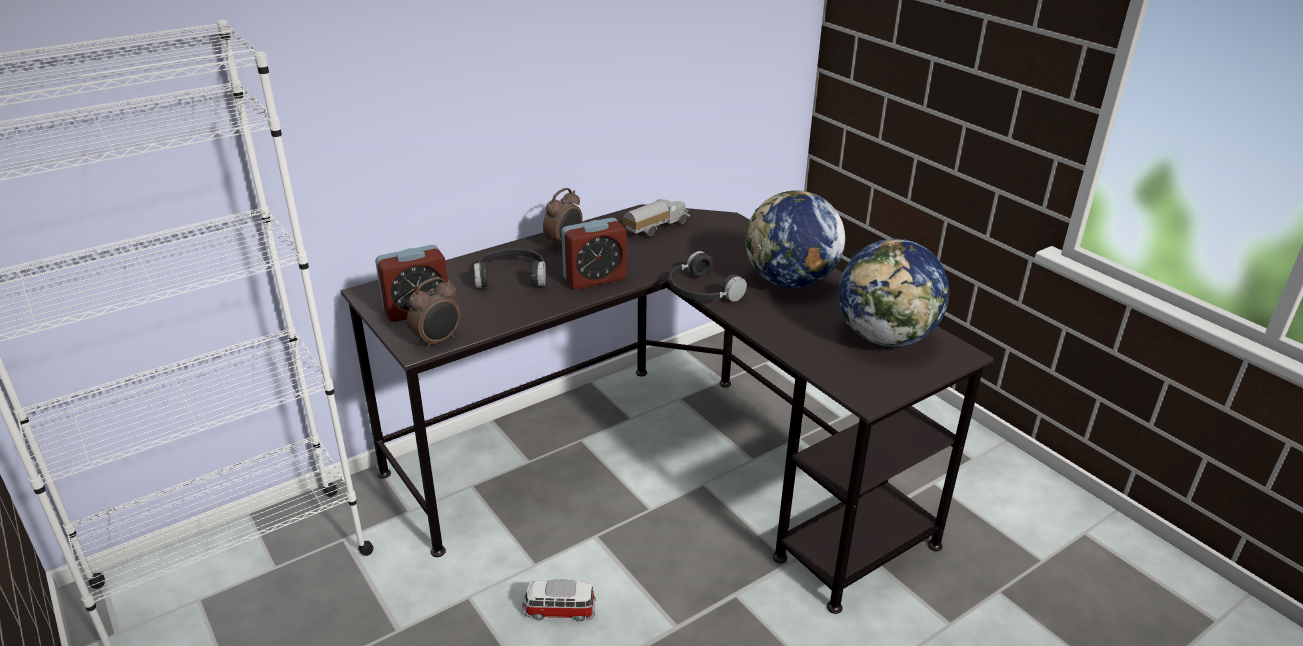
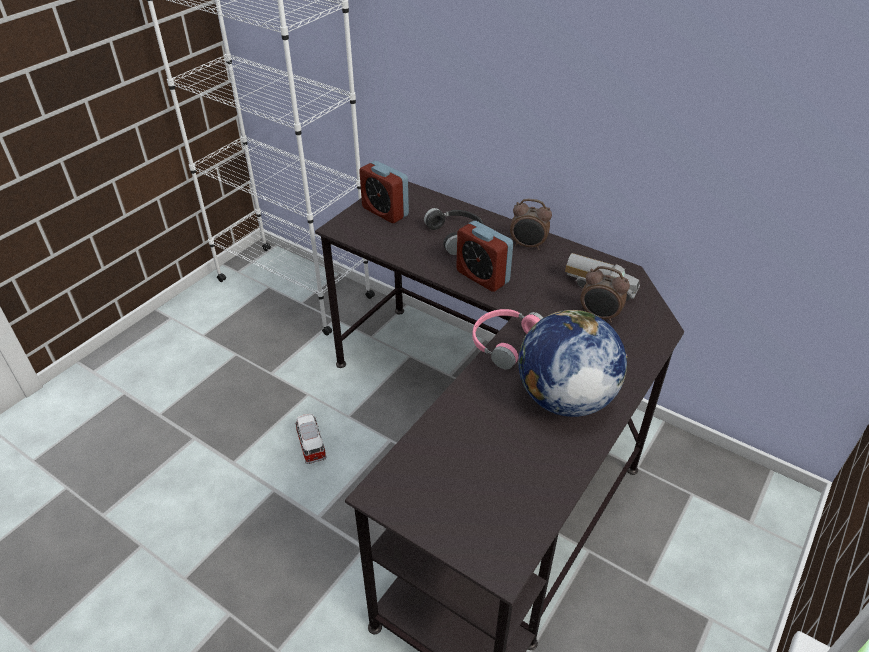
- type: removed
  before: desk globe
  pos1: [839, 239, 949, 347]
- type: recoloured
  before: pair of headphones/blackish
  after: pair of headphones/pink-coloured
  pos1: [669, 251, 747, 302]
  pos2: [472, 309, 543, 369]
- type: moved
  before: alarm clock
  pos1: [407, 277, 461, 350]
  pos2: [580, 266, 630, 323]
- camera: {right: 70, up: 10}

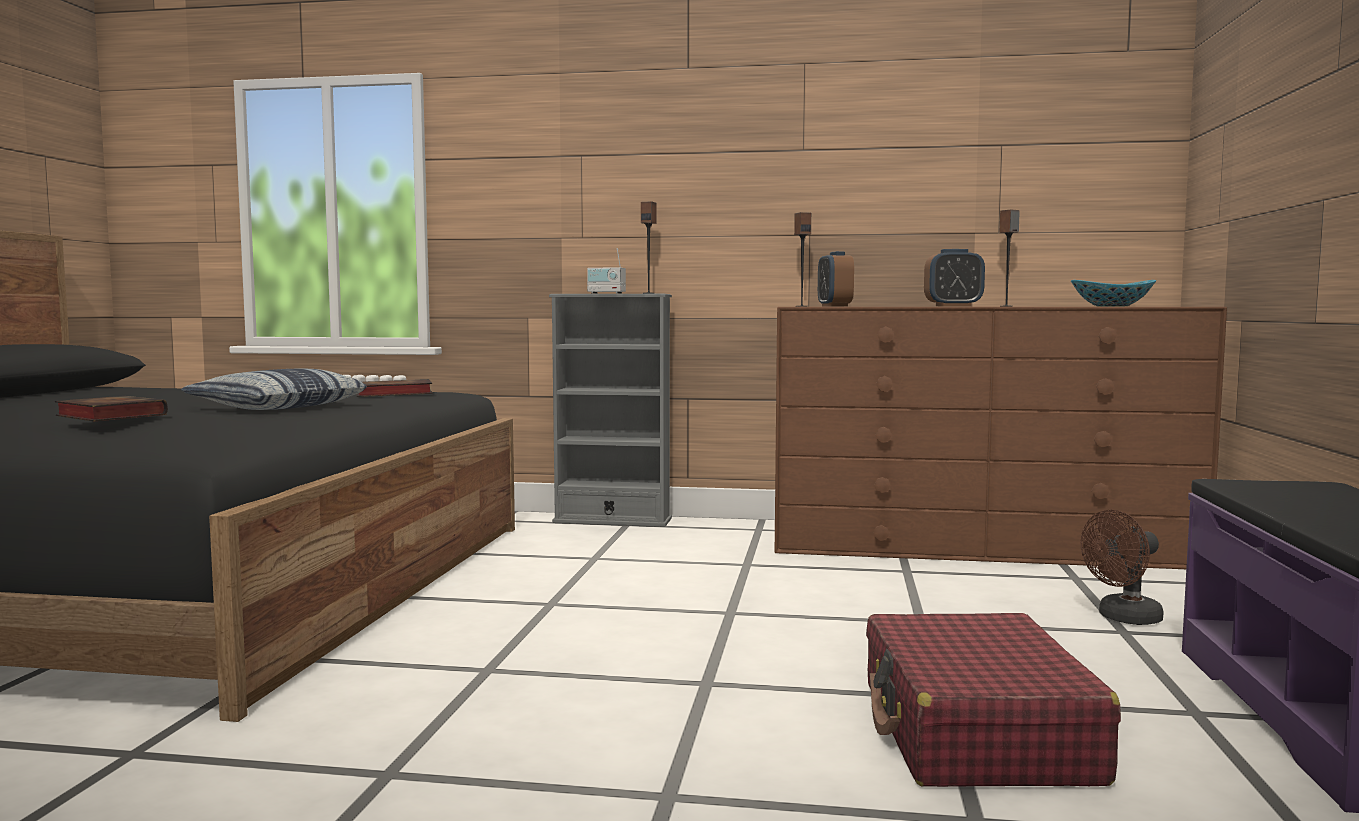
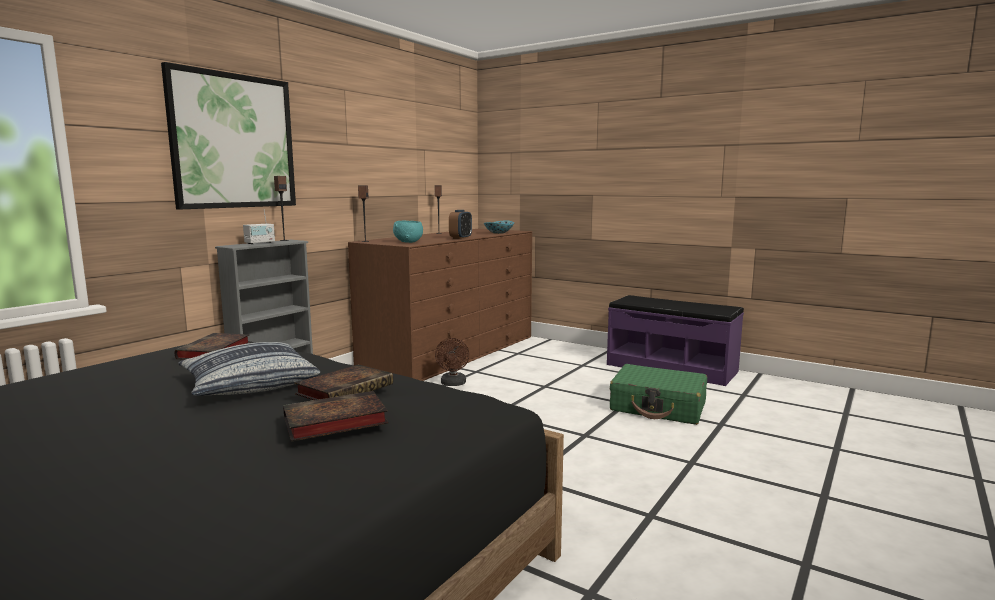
- type: replaced
  before: alarm clock
  after: deep dish/turquoise-coloured
  pos1: [818, 251, 854, 306]
  pos2: [393, 221, 423, 243]
- type: moved
  before: cooling fan/brown
  pos1: [1081, 510, 1164, 625]
  pos2: [435, 338, 469, 386]
- type: recoloured
  before: piece of luggage/reddish
  after: piece of luggage/greenish
  pos1: [866, 613, 1121, 787]
  pos2: [610, 364, 707, 425]
- type: added
  after: picture
  pos2: [161, 62, 296, 209]
- type: added
  after: book
  pos2: [294, 364, 393, 400]
- camera: {right: -65, up: 5}

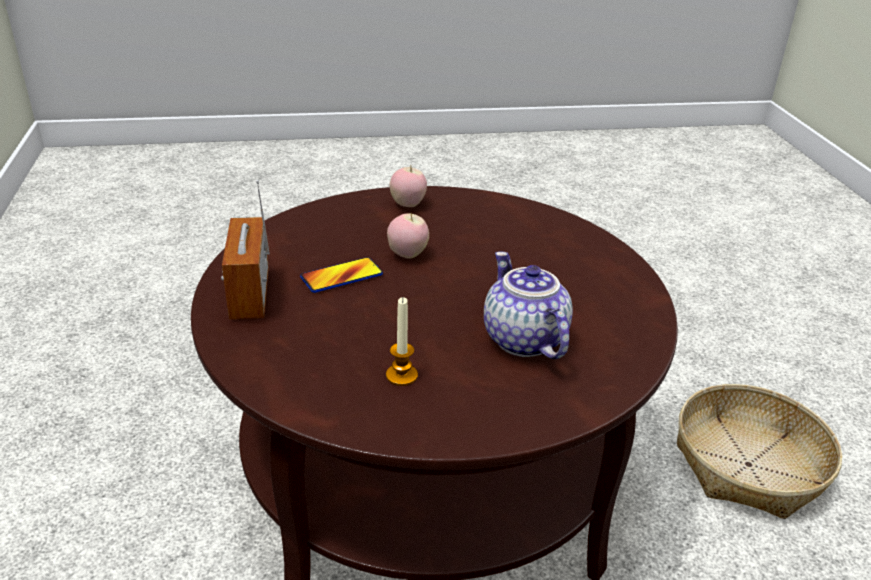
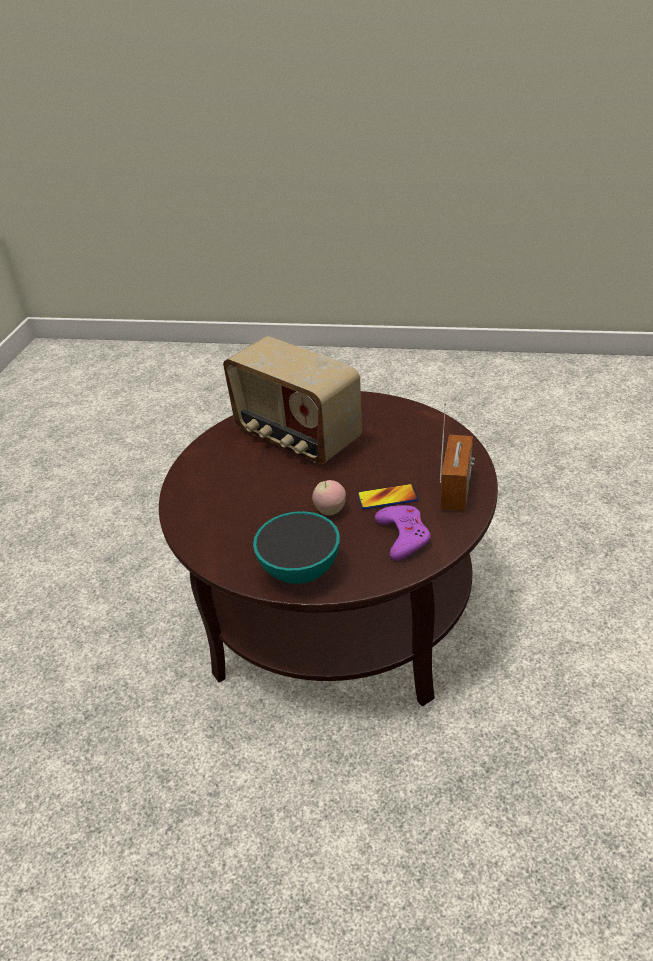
- type: replaced
  before: apple
  after: deep dish
  pos1: [389, 166, 427, 207]
  pos2: [253, 511, 340, 584]
- type: replaced
  before: tea pot
  after: radio set
  pos1: [484, 251, 573, 359]
  pos2: [223, 336, 362, 464]
- type: removed
  before: wax candle
  pos1: [386, 297, 418, 386]
- type: removed
  before: basket
  pos1: [677, 384, 842, 519]
- type: added
  after: gamepad/purple
  pos2: [375, 505, 430, 561]
- camera: {right: -155, up: 5}

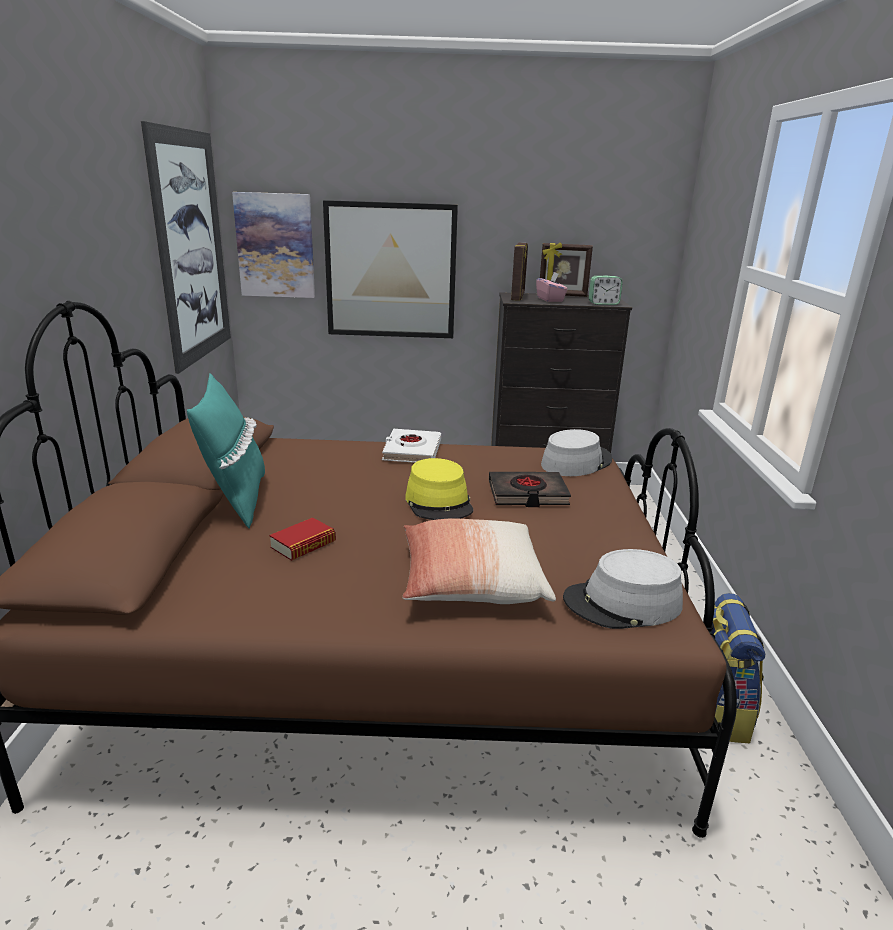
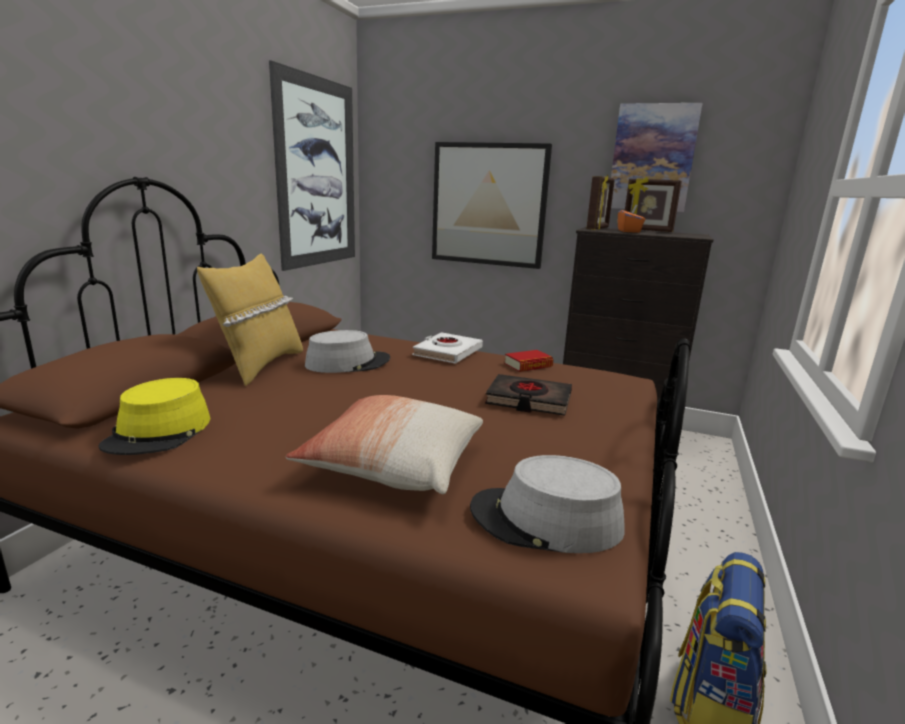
- type: moved
  before: picture
  pos1: [232, 192, 315, 298]
  pos2: [611, 103, 703, 212]
- type: recoloured
  before: tissue holder/pink-coloured
  after: tissue holder/orange
  pos1: [536, 272, 568, 302]
  pos2: [618, 205, 645, 233]
- type: removed
  before: alarm clock
  pos1: [589, 276, 623, 305]
- type: recoloured
  before: cushion/turquoise-coloured
  after: cushion/yellow-coloured
  pos1: [187, 373, 265, 528]
  pos2: [197, 254, 303, 386]
- type: moved
  before: hat/gray
  pos1: [541, 429, 612, 476]
  pos2: [305, 330, 390, 373]
- type: moved
  before: hat/yellow-coloured
  pos1: [405, 458, 473, 520]
  pos2: [99, 378, 210, 455]
- type: moved
  before: book
  pos1: [269, 518, 336, 561]
  pos2: [505, 350, 553, 372]
- camera: {right: 20, up: -5}

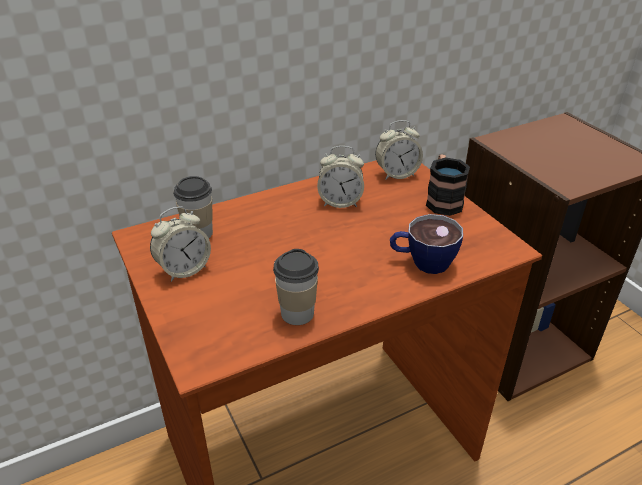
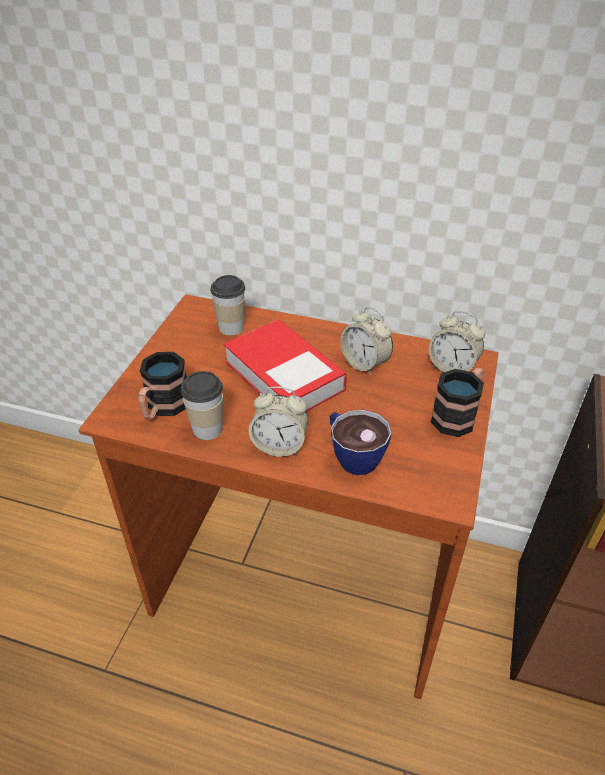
- type: moved
  before: alarm clock
  pos1: [150, 206, 211, 282]
  pos2: [248, 387, 308, 457]
- type: added
  after: book
  pos2: [224, 320, 347, 412]
- type: added
  after: mug
  pos2: [138, 352, 187, 420]
- camera: {right: 45, up: 5}

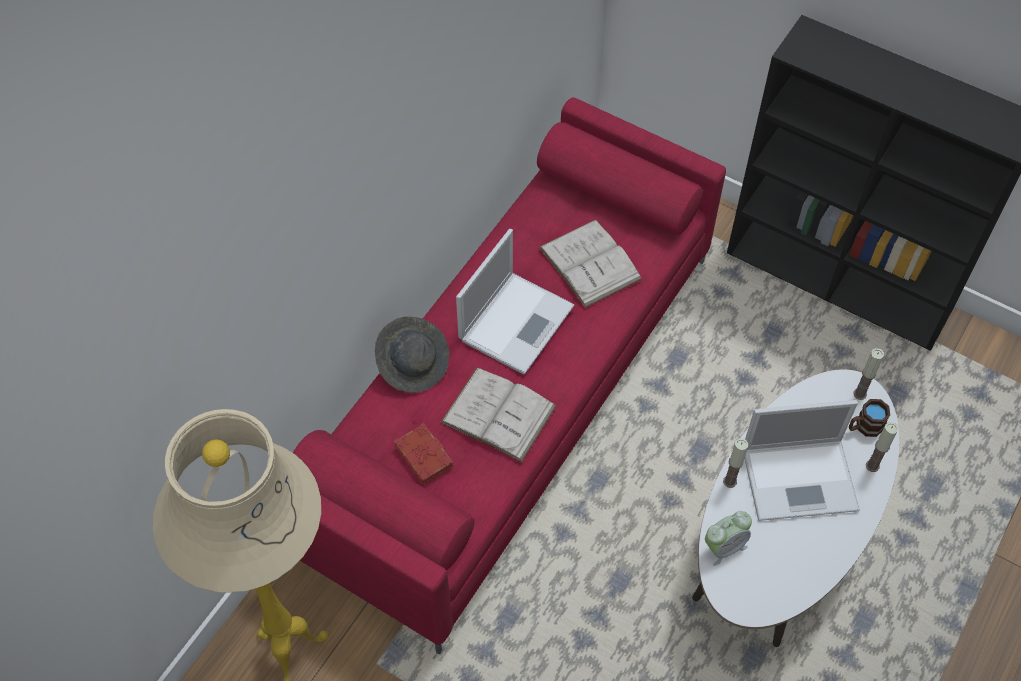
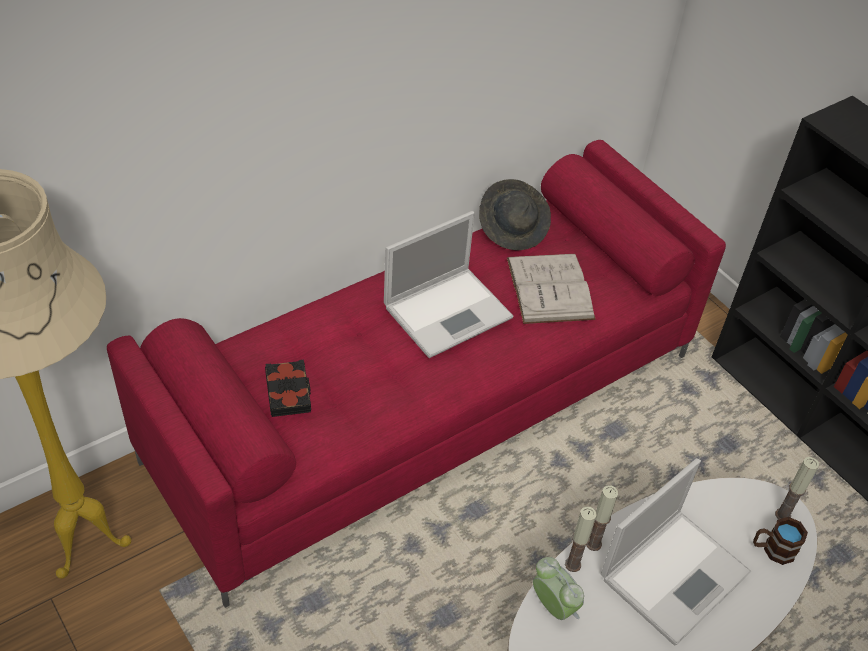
- type: moved
  before: hat/gray
  pos1: [375, 316, 449, 393]
  pos2: [479, 179, 551, 251]
- type: removed
  before: book/white-coloured
  pos1: [441, 368, 557, 462]
- type: turned
  before: notebook computer
  pos1: [744, 400, 860, 521]
  pos2: [601, 458, 751, 645]
  turn: -60
- type: moved
  before: wax candle
  pos1: [866, 422, 898, 472]
  pos2: [565, 507, 597, 572]
- type: recoloured
  before: book/reddish
  after: book/blackish
  pos1: [394, 423, 453, 485]
  pos2: [265, 360, 311, 417]
- type: turned
  before: alarm clock
  pos1: [705, 511, 752, 566]
  pos2: [533, 557, 584, 620]
  turn: -120
- camera: {right: 20, up: -10}

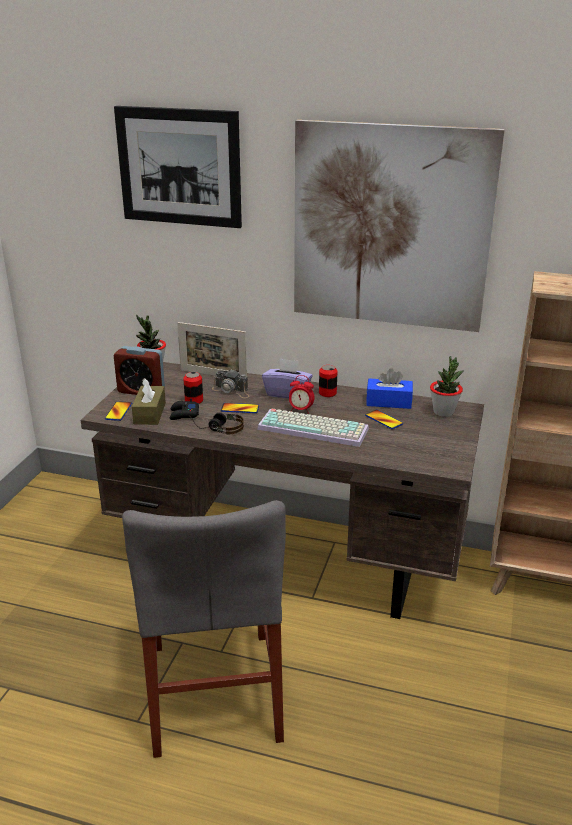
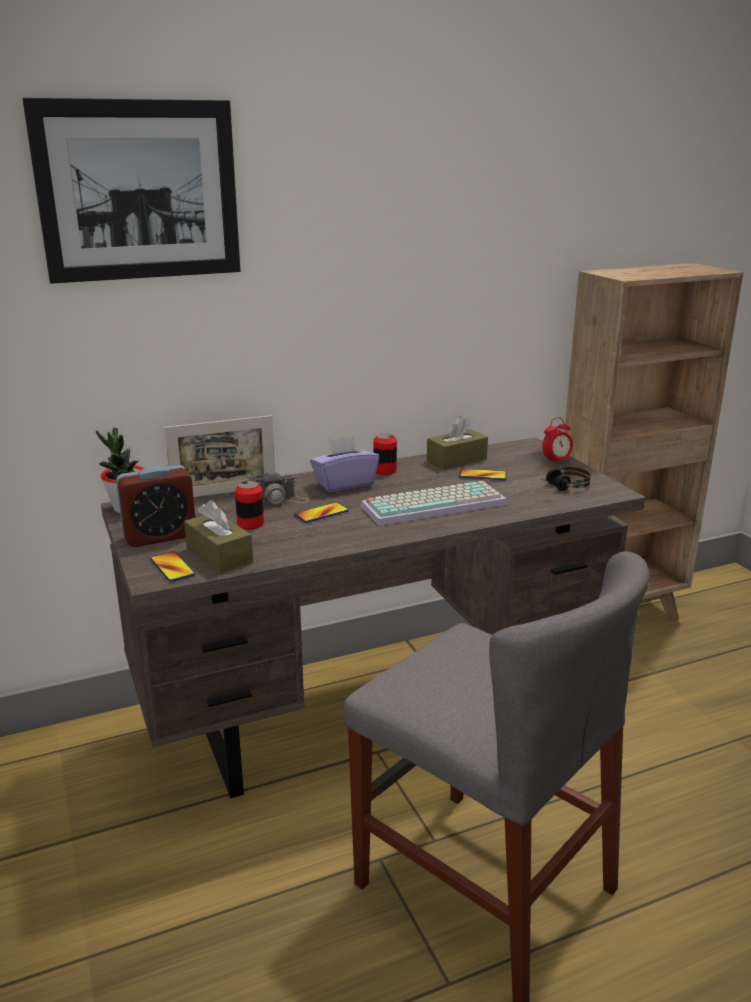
- type: removed
  before: picture
  pos1: [294, 120, 505, 332]
- type: removed
  before: plant in a pot
  pos1: [430, 356, 463, 417]
- type: recoloured
  before: tissue holder/blue
  after: tissue holder/brown
  pos1: [366, 368, 413, 409]
  pos2: [427, 416, 488, 469]
- type: moved
  before: alarm clock
  pos1: [289, 375, 315, 414]
  pos2: [542, 417, 573, 465]
- type: removed
  before: gamepad/blackish
  pos1: [170, 399, 199, 420]
- type: moved
  before: pair of headphones
  pos1: [189, 413, 244, 434]
  pos2: [541, 466, 591, 491]
- camera: {right: -40, up: -5}

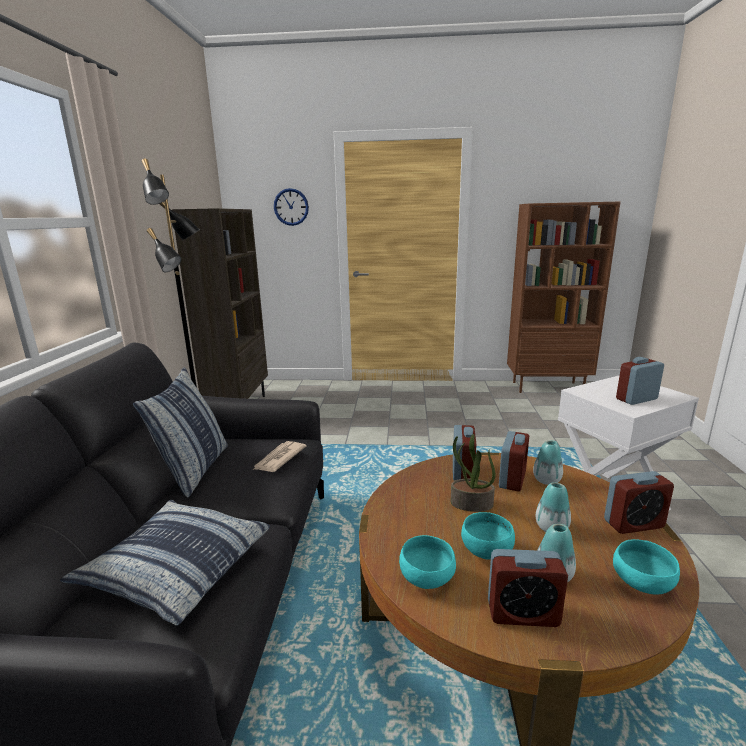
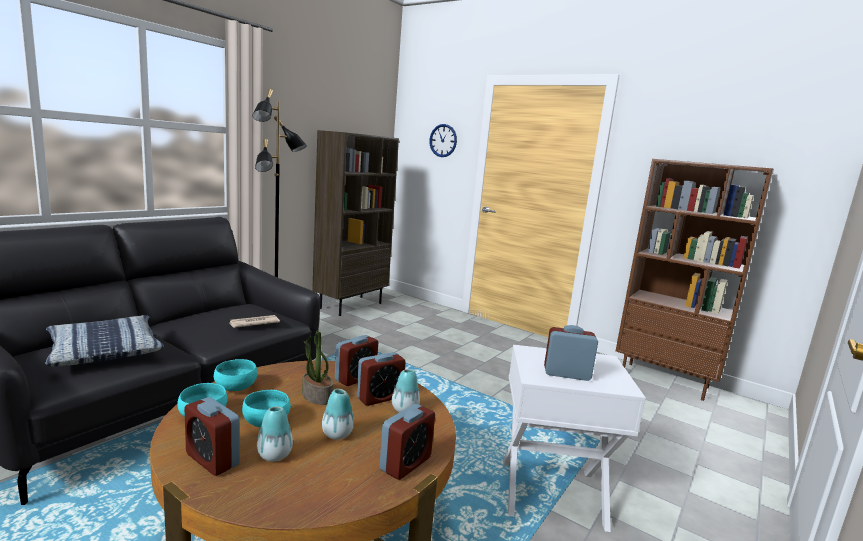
- type: removed
  before: cushion
  pos1: [133, 367, 228, 498]
- type: turned
  before: alarm clock
  pos1: [604, 471, 674, 534]
  pos2: [380, 404, 435, 480]
  turn: -75
- type: moved
  before: deep dish/turquoise-coloured
  pos1: [613, 539, 680, 594]
  pos2: [214, 359, 257, 391]
- camera: {right: 30, up: -5}

